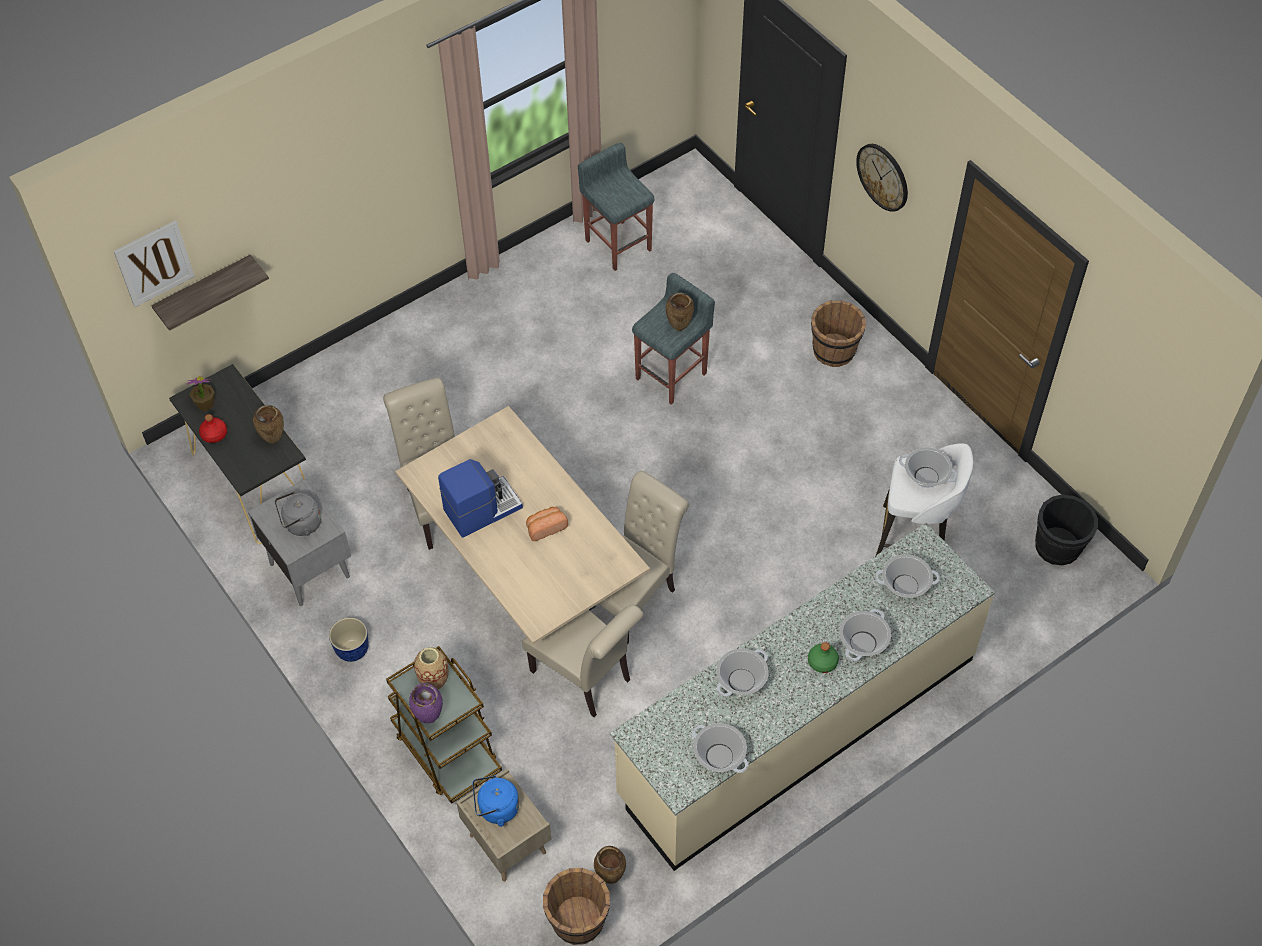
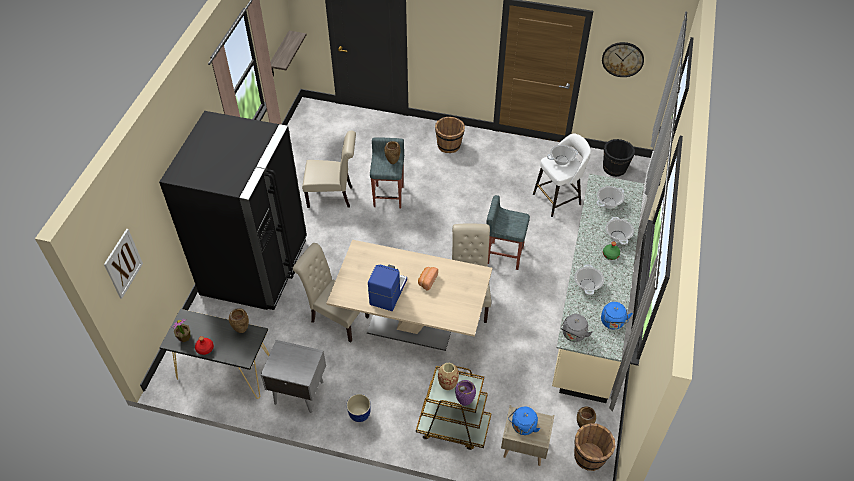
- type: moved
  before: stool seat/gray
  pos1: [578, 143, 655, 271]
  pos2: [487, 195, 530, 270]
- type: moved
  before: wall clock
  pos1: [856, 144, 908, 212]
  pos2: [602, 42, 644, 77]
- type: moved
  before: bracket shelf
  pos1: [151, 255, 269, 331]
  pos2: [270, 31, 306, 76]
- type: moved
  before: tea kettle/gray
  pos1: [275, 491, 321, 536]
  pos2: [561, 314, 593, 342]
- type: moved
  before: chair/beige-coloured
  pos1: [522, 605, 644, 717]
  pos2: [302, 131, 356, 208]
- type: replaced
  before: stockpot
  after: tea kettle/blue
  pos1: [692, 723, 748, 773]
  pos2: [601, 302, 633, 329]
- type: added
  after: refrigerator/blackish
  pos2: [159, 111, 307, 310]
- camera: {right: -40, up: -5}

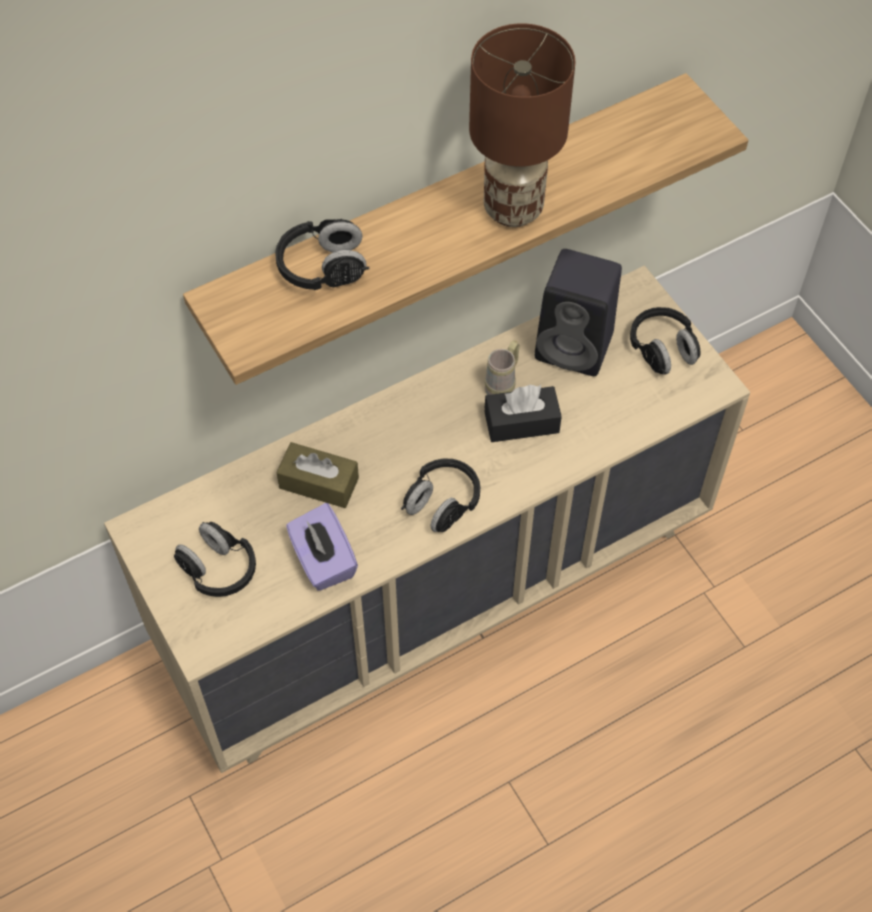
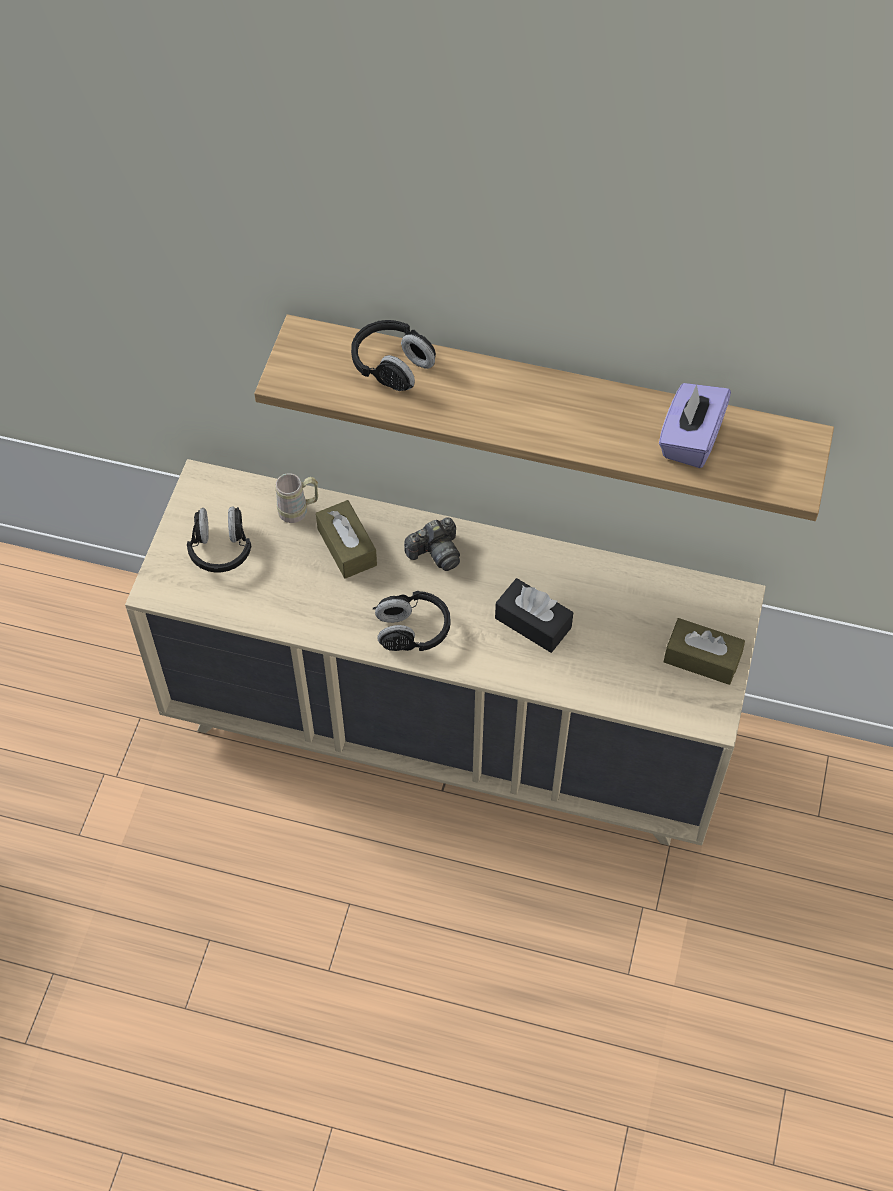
- type: removed
  before: tabletop lamp/brown
  pos1: [469, 23, 575, 227]
- type: removed
  before: audio speaker/blackish
  pos1: [535, 249, 622, 376]
- type: replaced
  before: pair of headphones/blackish
  after: tissue holder/brown
  pos1: [630, 307, 701, 375]
  pos2: [663, 618, 745, 685]
- type: moved
  before: mug/beige-coloured
  pos1: [484, 340, 520, 395]
  pos2: [276, 473, 318, 523]
- type: moved
  before: tissue holder/purple
  pos1: [286, 503, 358, 591]
  pos2: [659, 383, 731, 468]
- type: added
  after: still camera
  pos2: [404, 517, 460, 571]
- camera: {right: 45, up: 0}

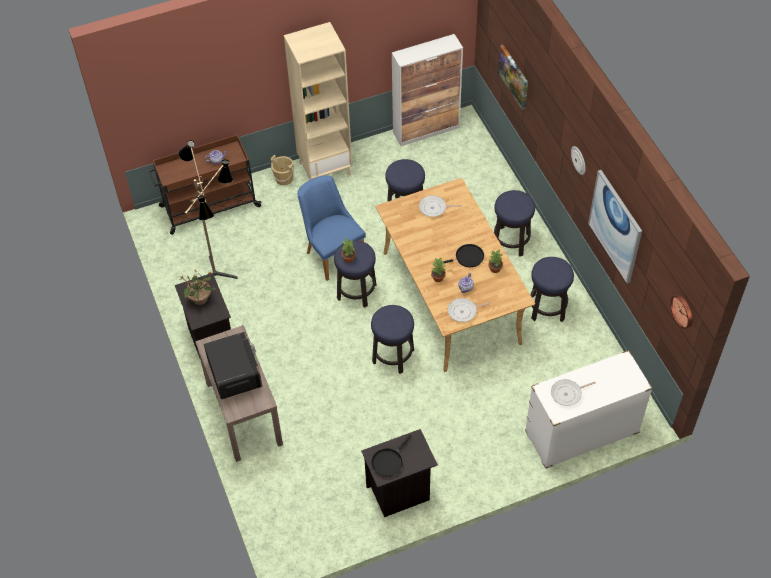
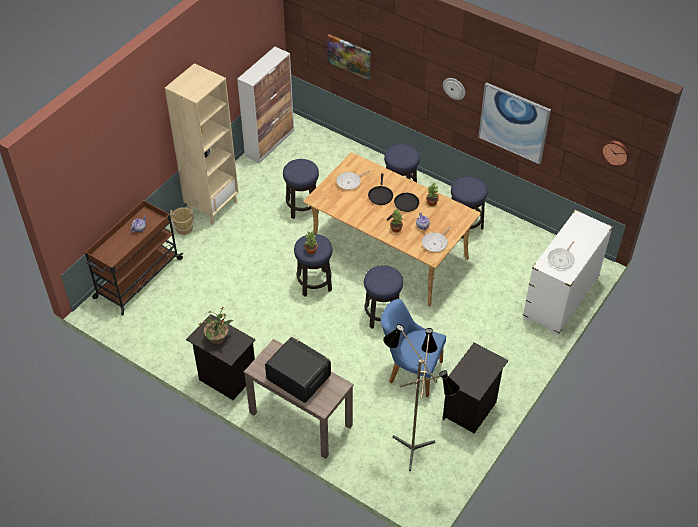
- type: moved
  before: standard lamp
  pos1: [178, 140, 238, 279]
  pos2: [383, 324, 460, 471]
- type: moved
  before: chair/blue
  pos1: [297, 175, 366, 281]
  pos2: [381, 299, 446, 397]
- type: moved
  before: frying pan/blackish
  pos1: [371, 435, 412, 477]
  pos2: [368, 173, 393, 205]
- camera: {right: -35, up: -5}

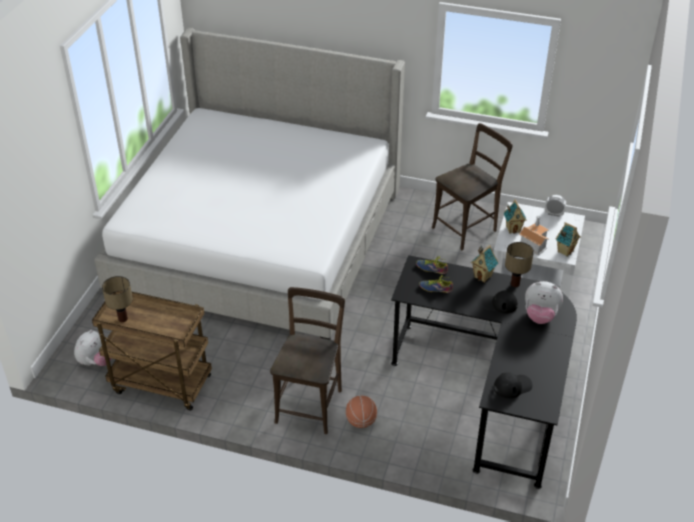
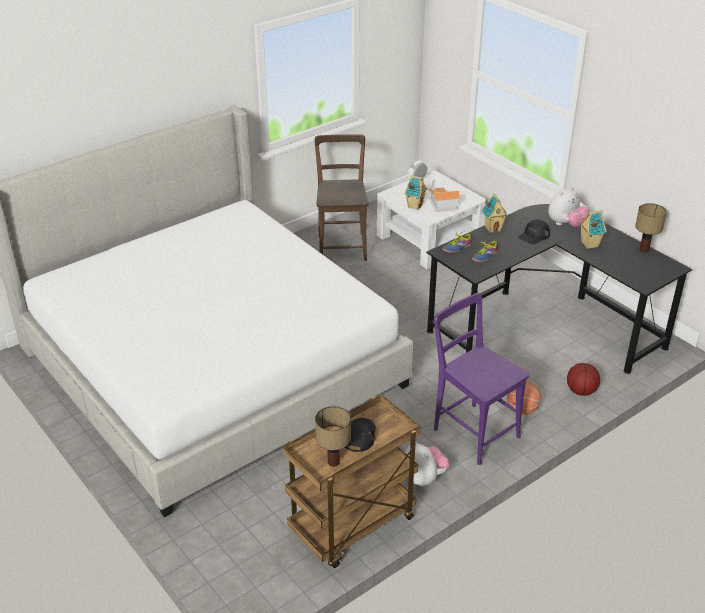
- type: moved
  before: model house
  pos1: [556, 222, 581, 257]
  pos2: [579, 210, 607, 249]
- type: moved
  before: tabletop lamp
  pos1: [505, 242, 534, 287]
  pos2: [635, 203, 667, 252]
- type: recoloured
  before: chair/brown
  after: chair/purple
  pos1: [270, 287, 345, 434]
  pos2: [434, 293, 529, 465]
- type: moved
  before: cuddly toy
  pos1: [74, 330, 112, 366]
  pos2: [405, 443, 450, 486]
- type: moved
  before: cap/blackish
  pos1: [494, 372, 533, 399]
  pos2: [345, 418, 376, 452]
- type: added
  after: basketball ball
  pos2: [567, 363, 600, 396]
- camera: {right: -55, up: -5}

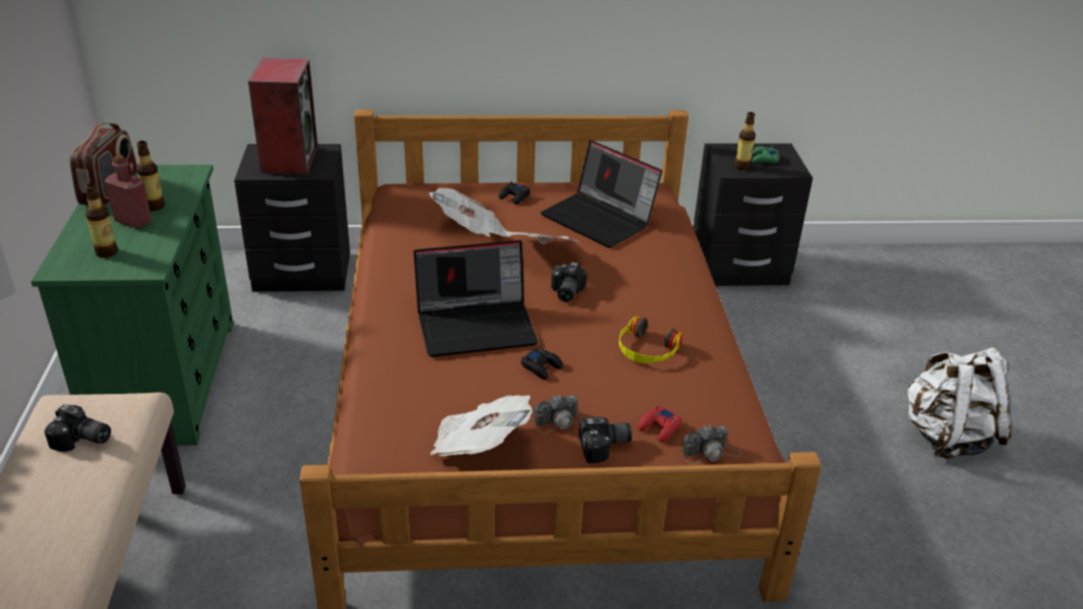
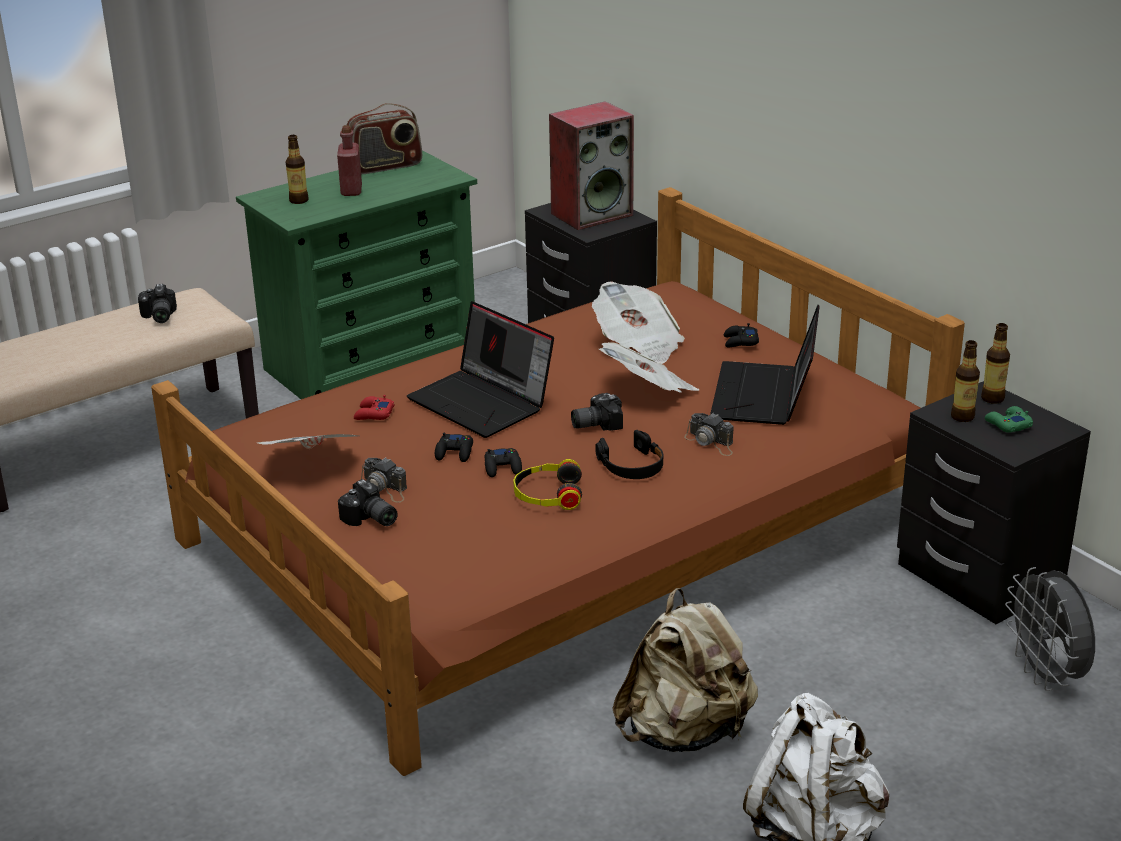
- type: moved
  before: bottle
  pos1: [136, 141, 165, 211]
  pos2: [981, 323, 1010, 404]
- type: moved
  before: gamepad/reddish
  pos1: [638, 406, 682, 442]
  pos2: [354, 395, 395, 420]
- type: moved
  before: still camera
  pos1: [682, 425, 742, 464]
  pos2: [684, 413, 733, 456]
- type: added
  after: pair of headphones/blackish
  pos2: [595, 430, 663, 479]
- type: added
  after: gamepad/blackish
  pos2: [485, 448, 522, 477]
- type: added
  after: cooling fan/gray
  pos2: [1005, 567, 1095, 691]
- type: added
  after: knapsack/beige-coloured
  pos2: [612, 588, 758, 752]
- camera: {right: 60, up: -5}

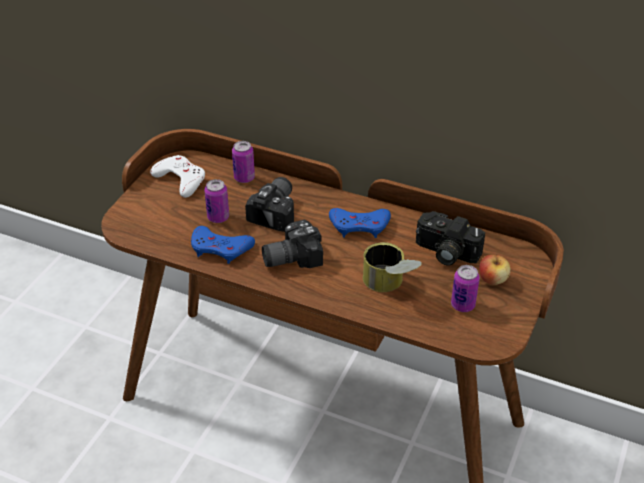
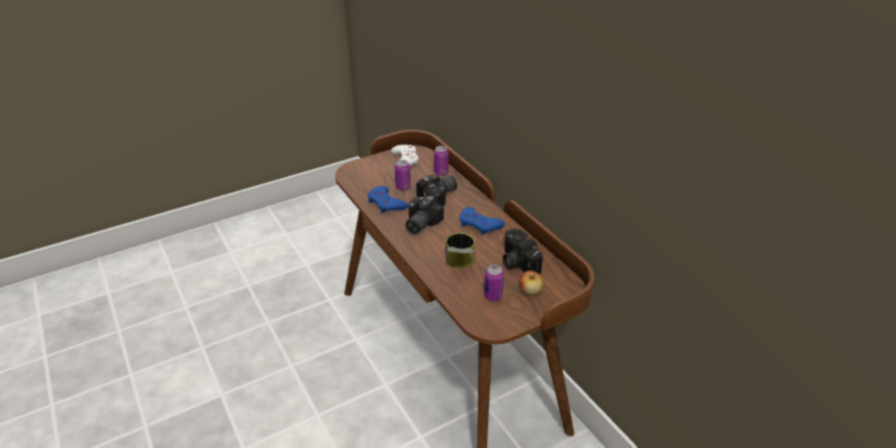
- type: turned
  before: still camera
  pos1: [262, 220, 323, 268]
  pos2: [405, 196, 444, 234]
  turn: -75
- camera: {right: 35, up: -5}

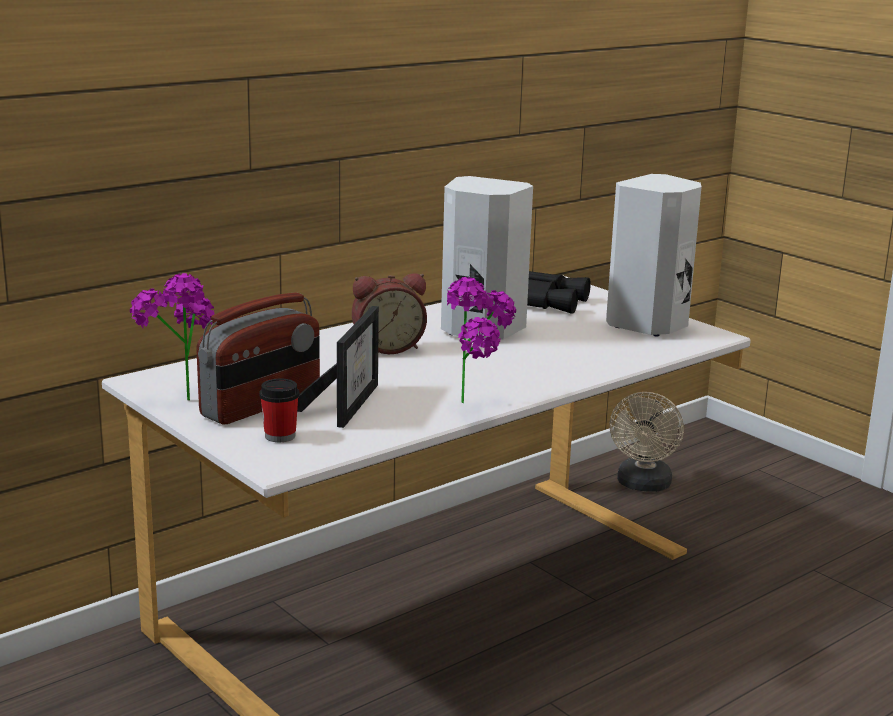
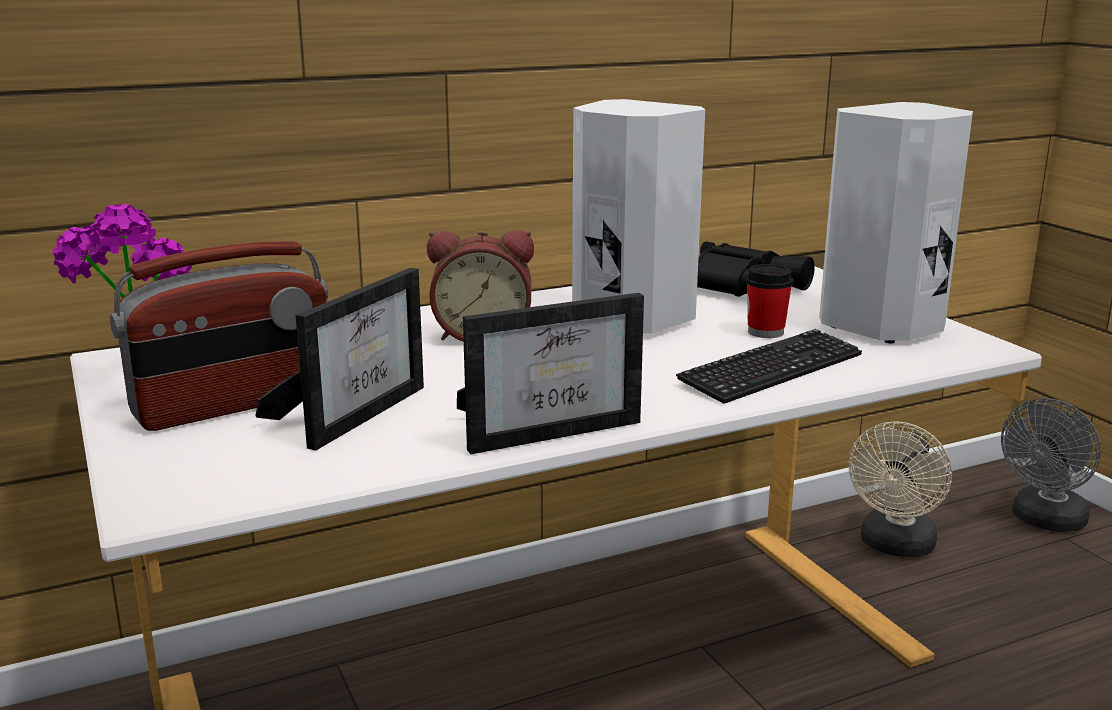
- type: replaced
  before: plant in a pot
  after: photo frame
  pos1: [447, 277, 516, 403]
  pos2: [457, 293, 644, 454]
- type: moved
  before: small cup
  pos1: [259, 379, 299, 442]
  pos2: [746, 264, 793, 338]
- type: added
  after: computer keyboard
  pos2: [676, 329, 862, 404]
- type: added
  after: cooling fan/gray
  pos2: [1001, 398, 1101, 532]
- camera: {right: 15, up: 0}

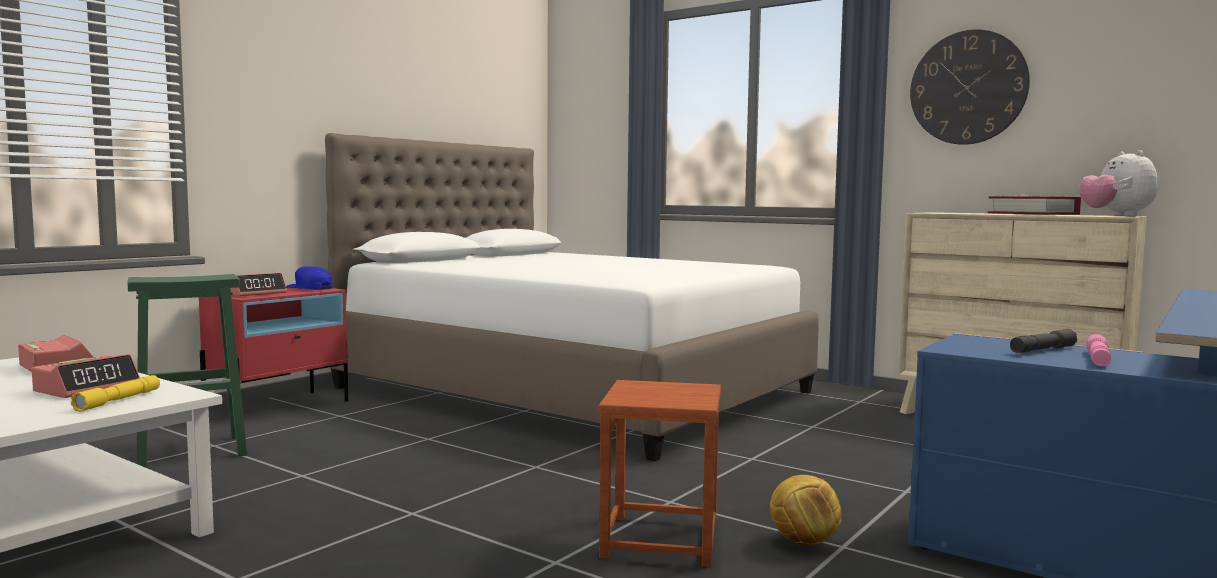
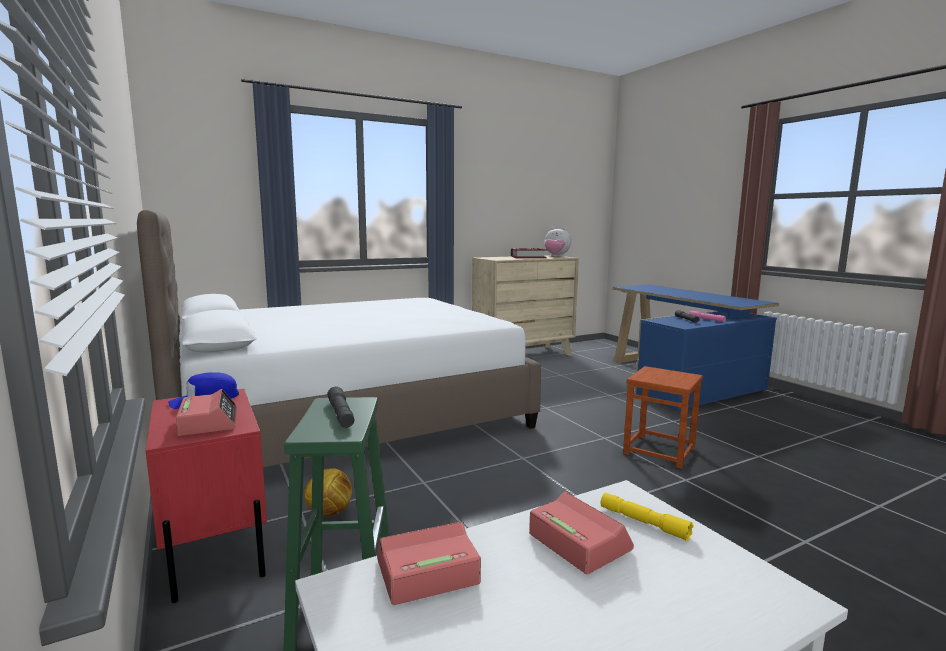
- type: removed
  before: wall clock
  pos1: [910, 29, 1030, 145]
- type: moved
  before: football ball
  pos1: [770, 475, 841, 546]
  pos2: [304, 468, 352, 516]
- type: added
  after: flashlight/gray
  pos2: [327, 386, 354, 428]
- camera: {right: -65, up: 5}

